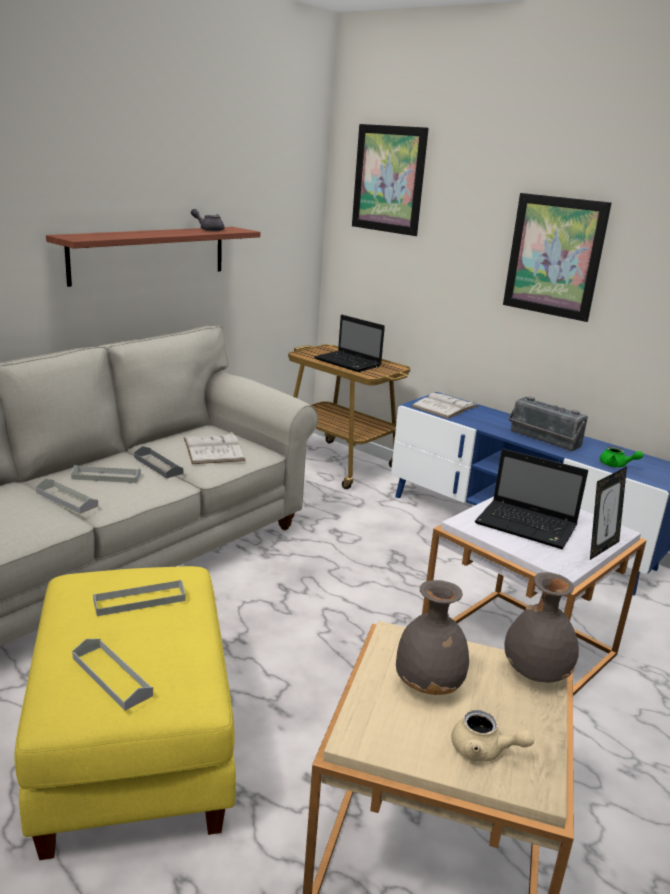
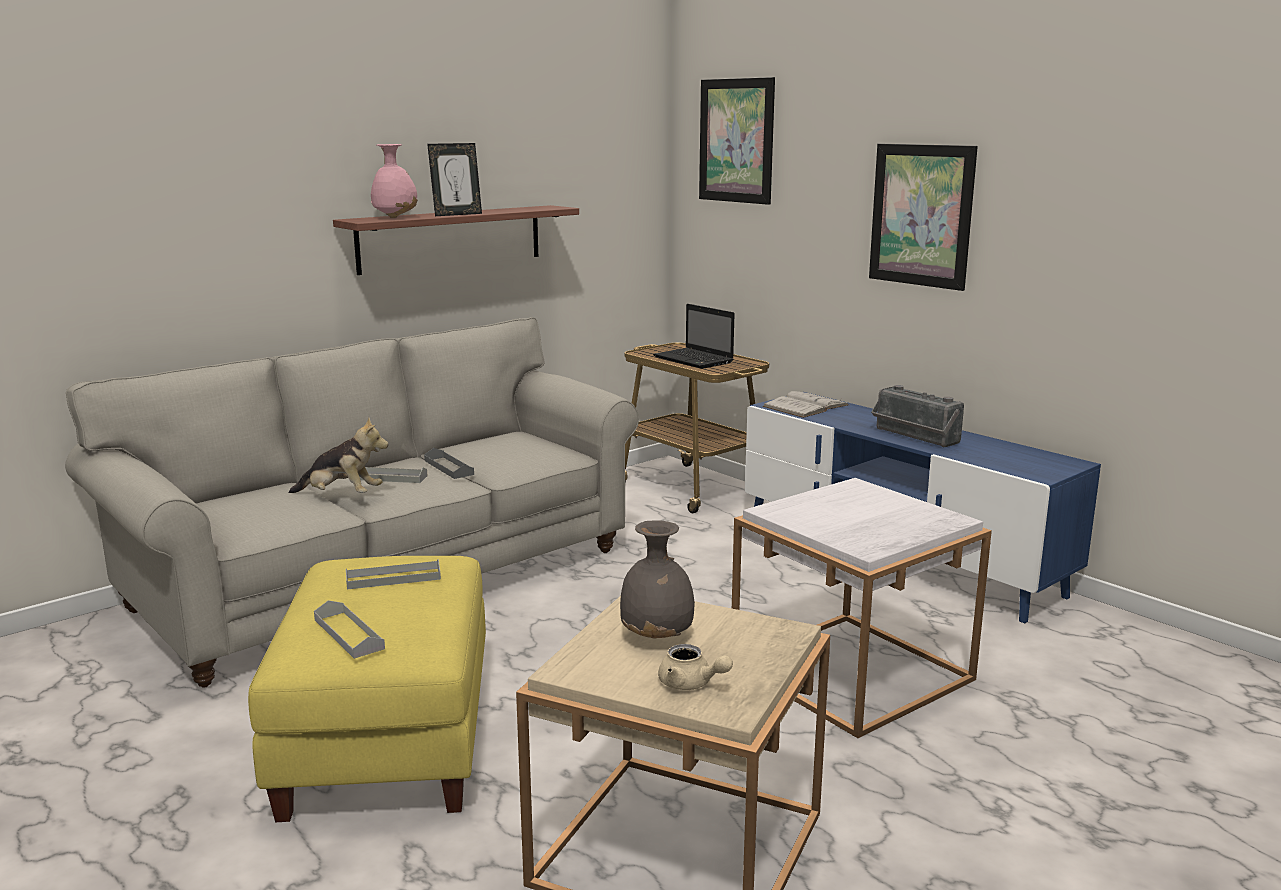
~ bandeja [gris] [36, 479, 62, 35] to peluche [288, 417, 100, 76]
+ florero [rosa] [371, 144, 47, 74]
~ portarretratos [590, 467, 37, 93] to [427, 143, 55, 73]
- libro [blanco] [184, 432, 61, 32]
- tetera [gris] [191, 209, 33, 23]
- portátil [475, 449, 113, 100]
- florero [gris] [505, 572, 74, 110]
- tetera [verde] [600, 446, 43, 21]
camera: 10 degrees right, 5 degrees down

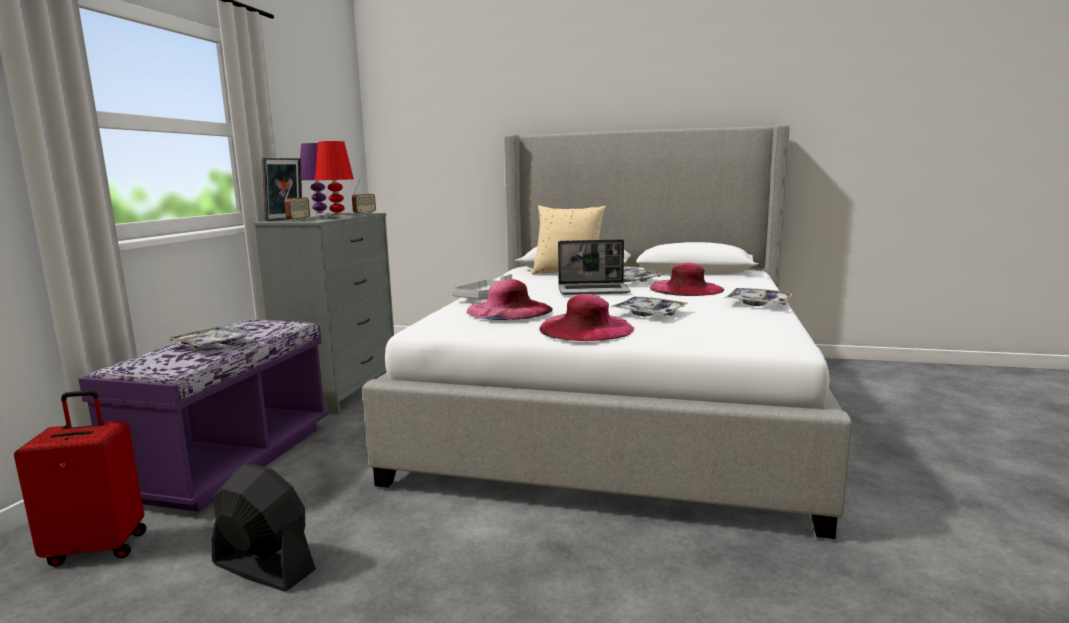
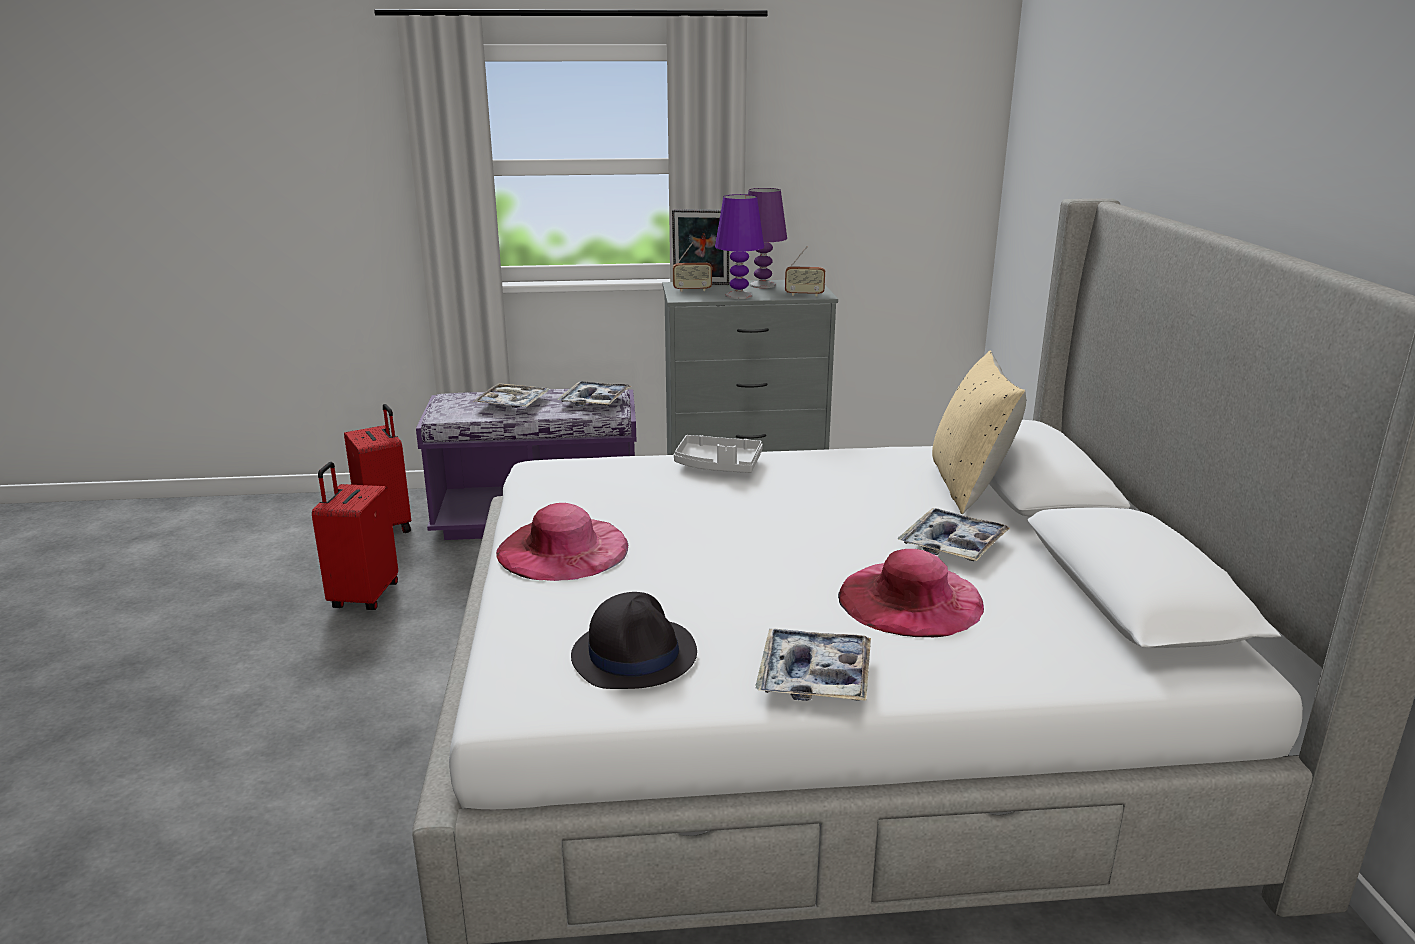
~ ventilador [negro] [212, 464, 104, 128] to maleta [rojo] [312, 462, 86, 148]
~ bandeja [611, 297, 77, 20] to [557, 381, 74, 25]
+ sombrero [negro] [571, 592, 126, 97]
~ lámpara de mesa [rojo] [315, 141, 39, 77] to lámpara de mesa [morado] [715, 194, 49, 105]
- sombrero [rosa] [466, 279, 87, 41]
- portátil [558, 239, 73, 56]
camera: 70 degrees right, 10 degrees up

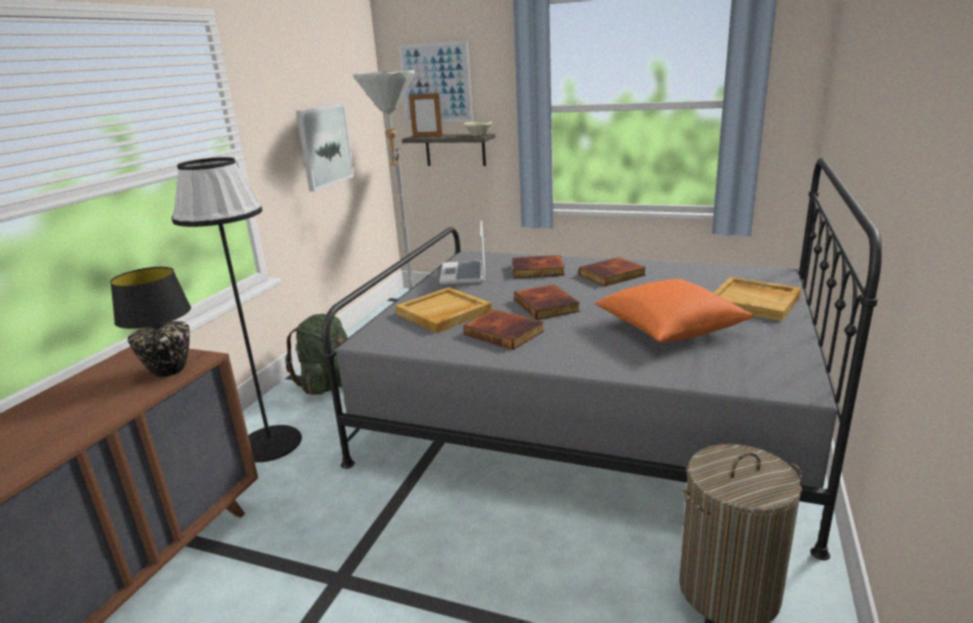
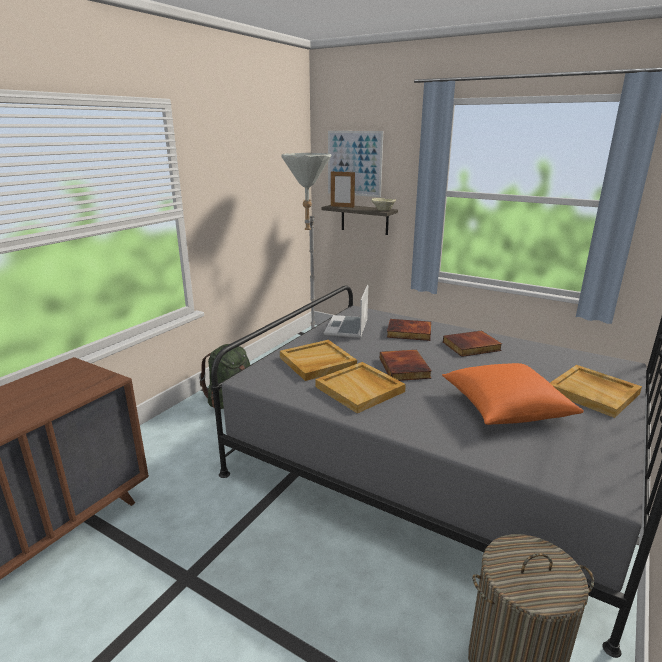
~ libro [463, 309, 81, 41] to bandeja [beis] [315, 362, 91, 51]
- lámpara de mesa [negro] [110, 267, 81, 110]
- lámpara de pie [negro] [172, 157, 130, 305]
- cuadro [296, 103, 59, 88]
camera: 10 degrees right, 0 degrees up

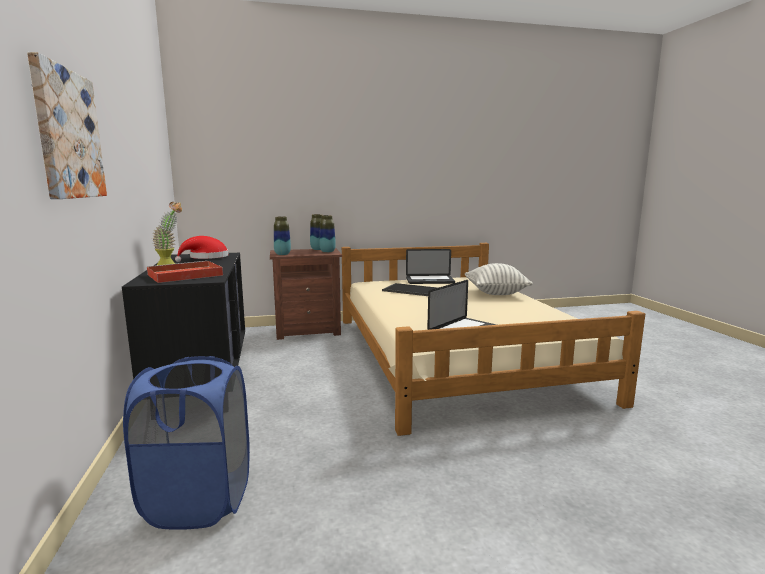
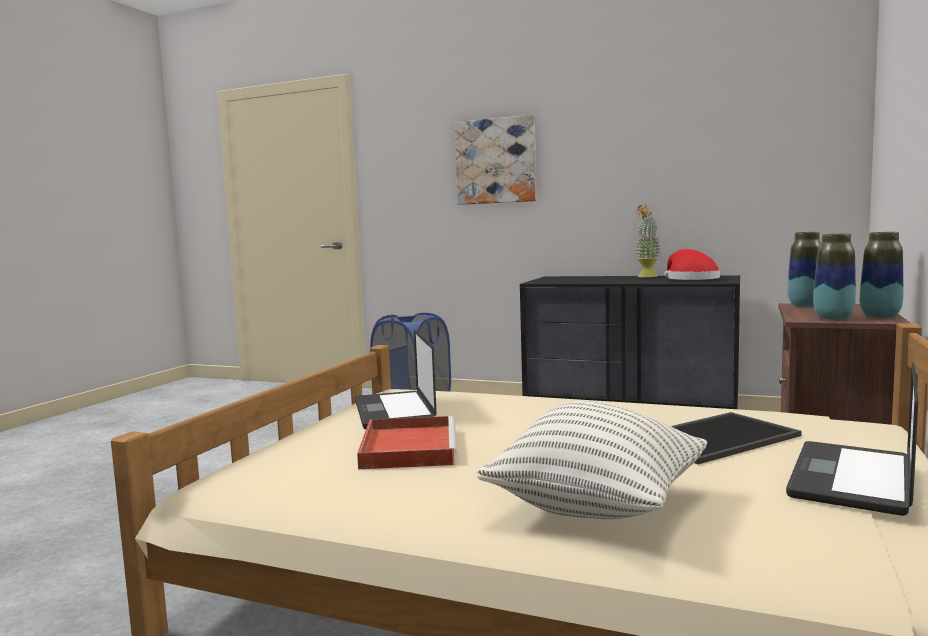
~ bandeja [rojo] [147, 261, 76, 22] to [357, 416, 100, 53]
camera: 125 degrees right, 5 degrees down

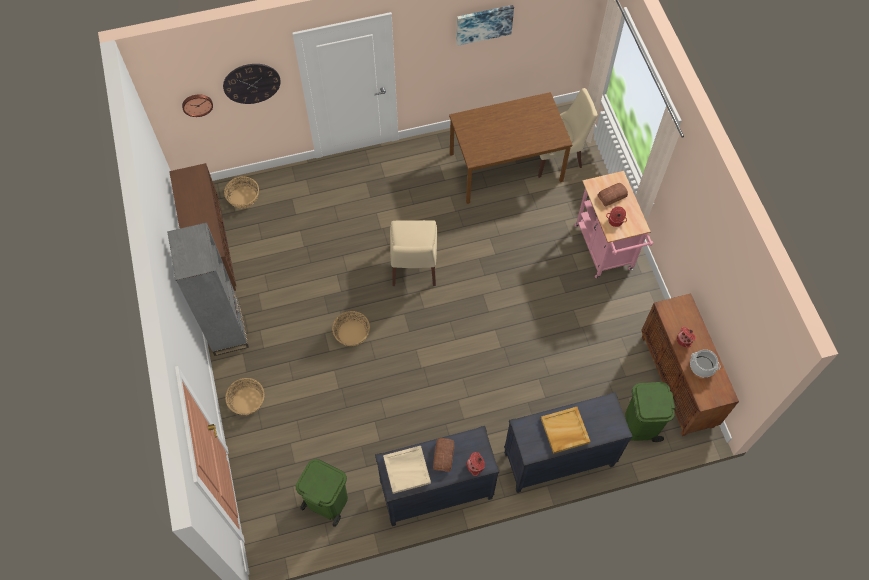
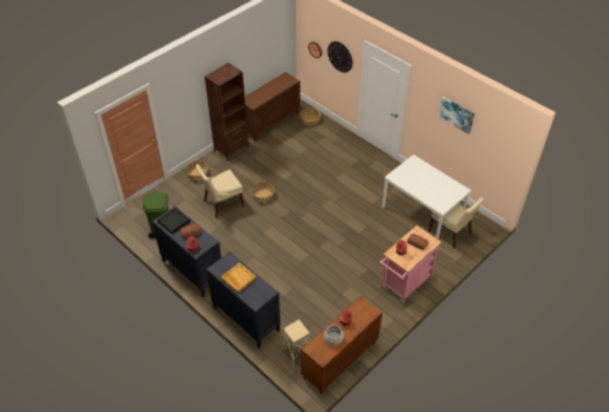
~ bandeja [beis] [383, 446, 48, 48] to bandeja [negro] [157, 207, 33, 27]
~ silla [beis] [390, 220, 47, 66] to [196, 164, 48, 54]
~ estantería [gris] [167, 222, 82, 134] to estantería [marrón] [205, 63, 44, 98]
~ papelera [verde] [625, 382, 50, 60] to taburete [beis] [281, 320, 29, 47]
~ mesa de comedor [marrón] [449, 92, 123, 112] to mesa de comedor [blanco] [382, 154, 89, 85]
camera: 60 degrees right, 15 degrees down

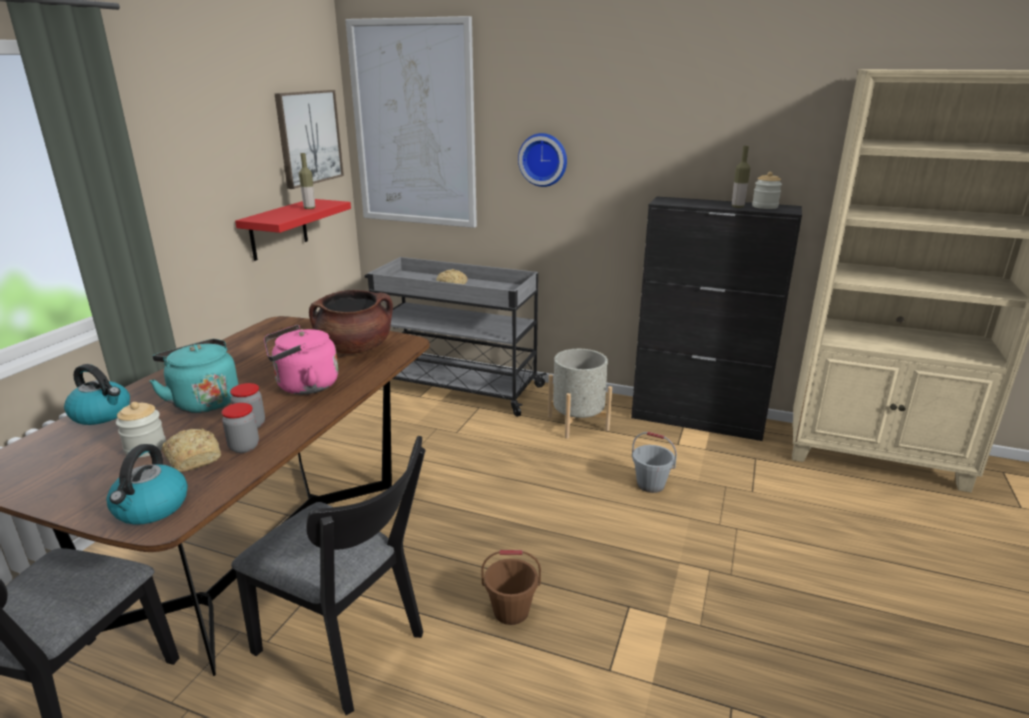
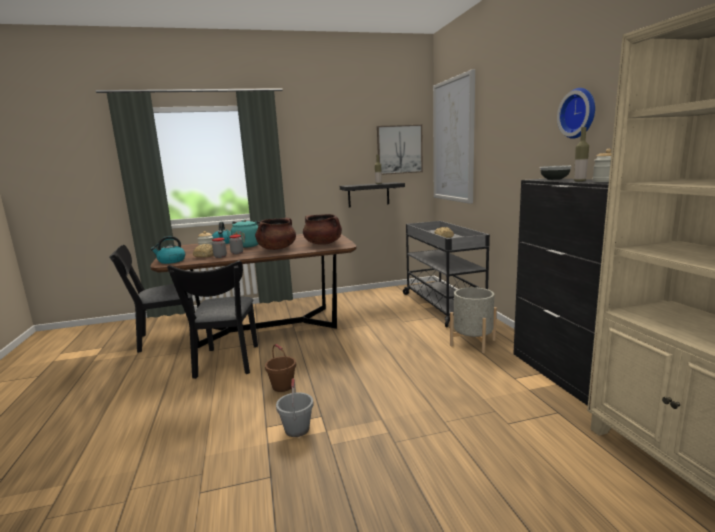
~ hervidor [rosa] [264, 325, 74, 69] to olla [marrón] [255, 217, 41, 33]
~ cubo [gris] [632, 432, 45, 61] to [276, 378, 38, 59]
~ estante [rojo] [235, 199, 116, 62] to estante [negro] [340, 182, 65, 25]
+ cuenco [540, 166, 32, 14]
~ reloj de pared [518, 133, 49, 54] to [557, 88, 38, 51]
camera: 55 degrees right, 10 degrees down

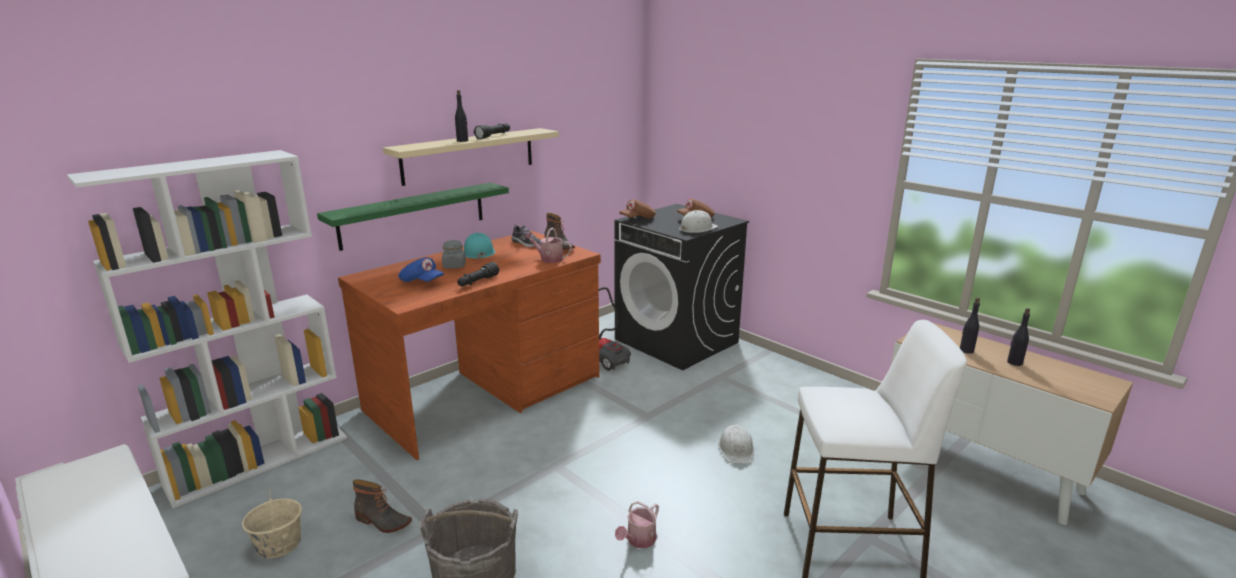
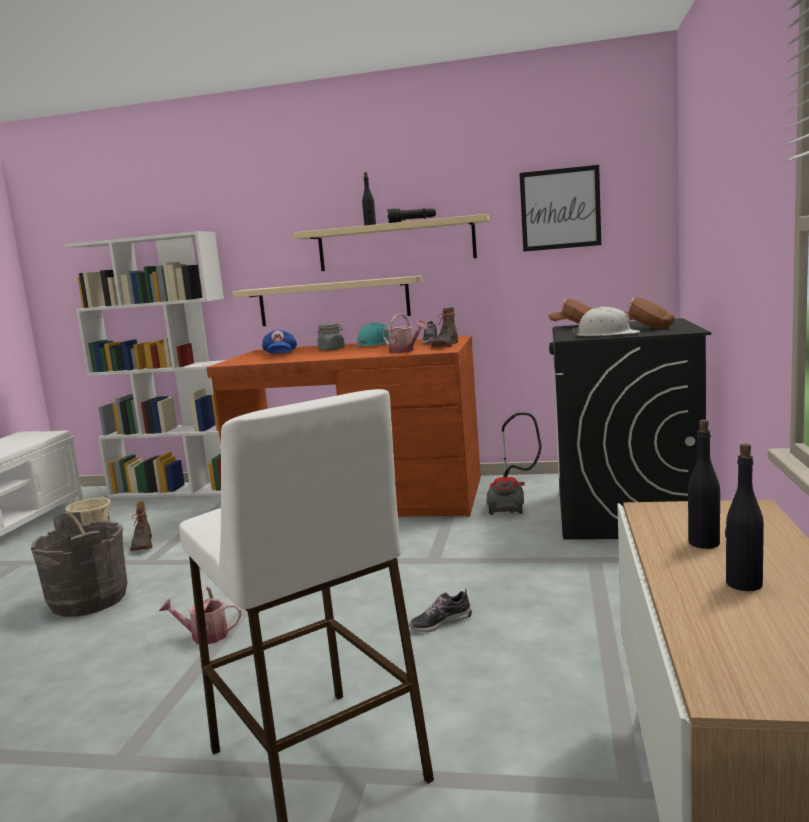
~ estante [verde] [317, 182, 192, 69] to estante [beis] [233, 275, 190, 51]
~ regadera [524, 228, 48, 35] = [382, 314, 45, 39] 150 degrees clockwise
~ casco [blanco] [718, 425, 36, 39] to zapato [409, 588, 63, 44]
+ cuadro [519, 165, 82, 87]
- linterna [negro] [457, 262, 42, 24]
camera: 55 degrees right, 10 degrees down

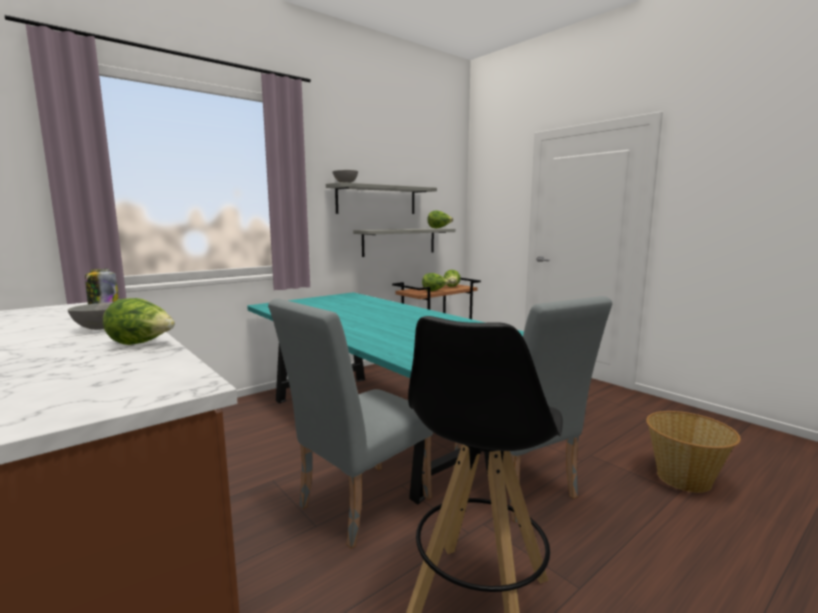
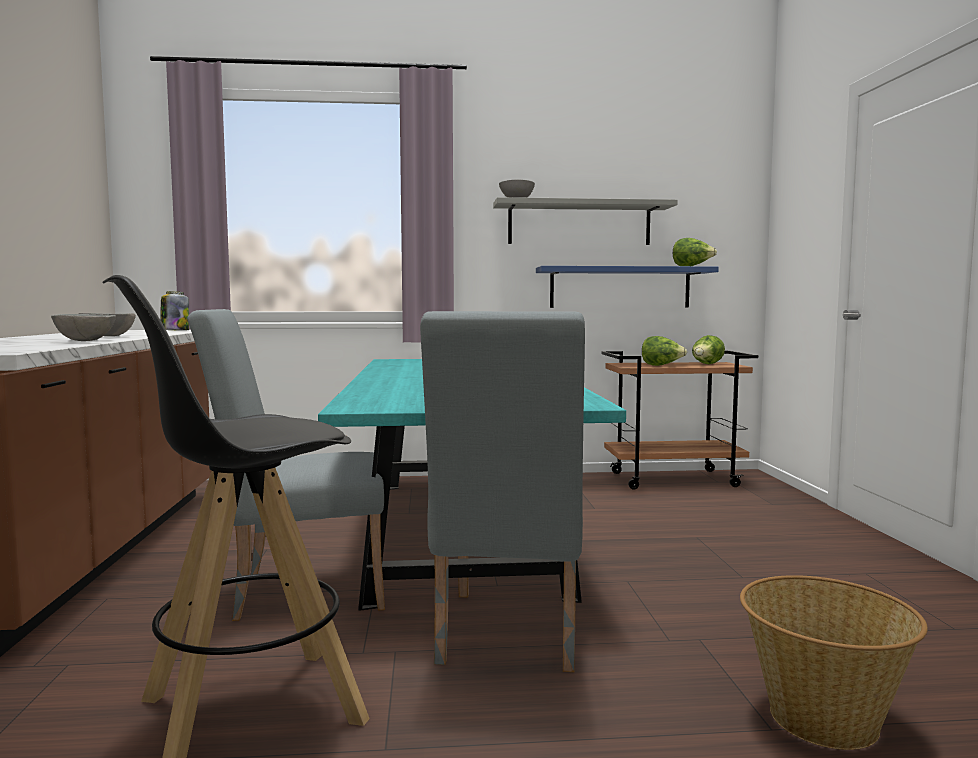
~ lechuga [103, 298, 72, 47] to cuenco [gris] [51, 314, 65, 27]
~ estante [gris] [353, 228, 103, 29] to estante [azul] [536, 266, 183, 42]
camera: 35 degrees right, 5 degrees down

